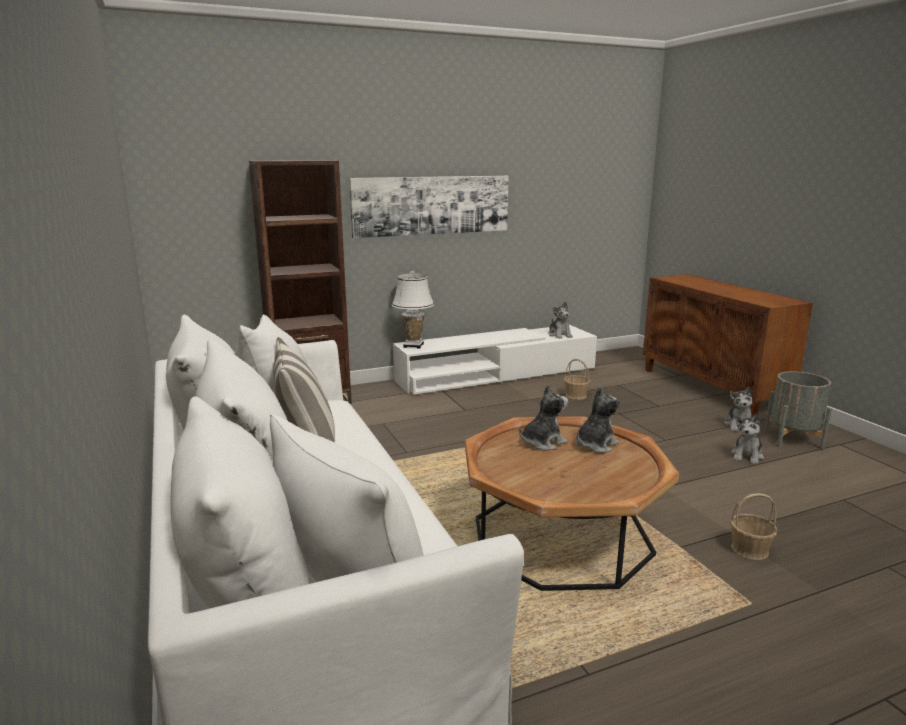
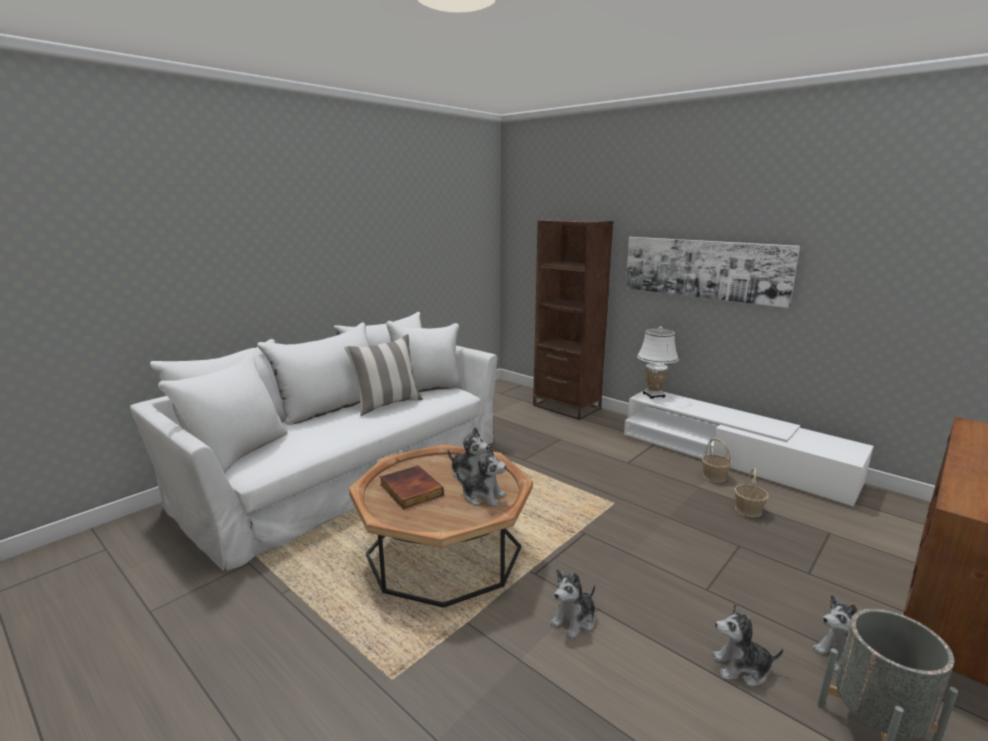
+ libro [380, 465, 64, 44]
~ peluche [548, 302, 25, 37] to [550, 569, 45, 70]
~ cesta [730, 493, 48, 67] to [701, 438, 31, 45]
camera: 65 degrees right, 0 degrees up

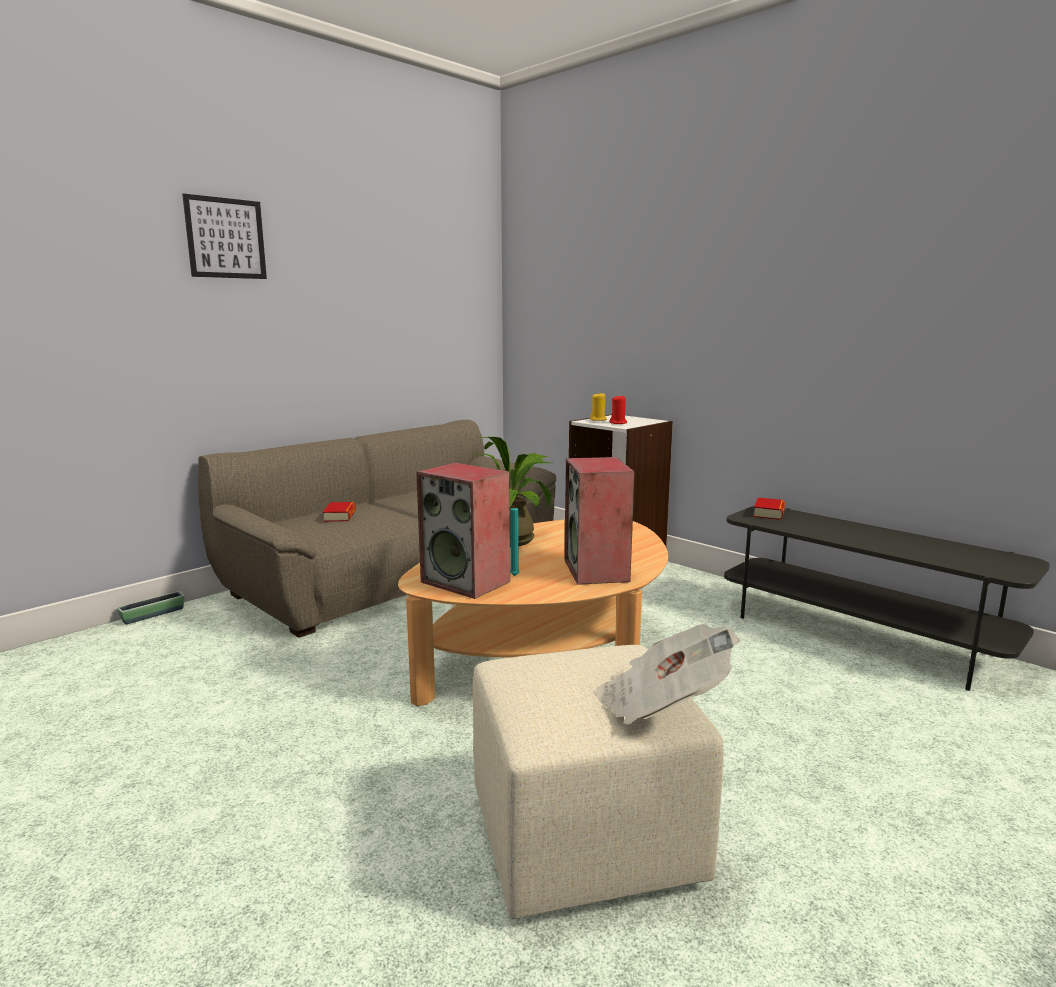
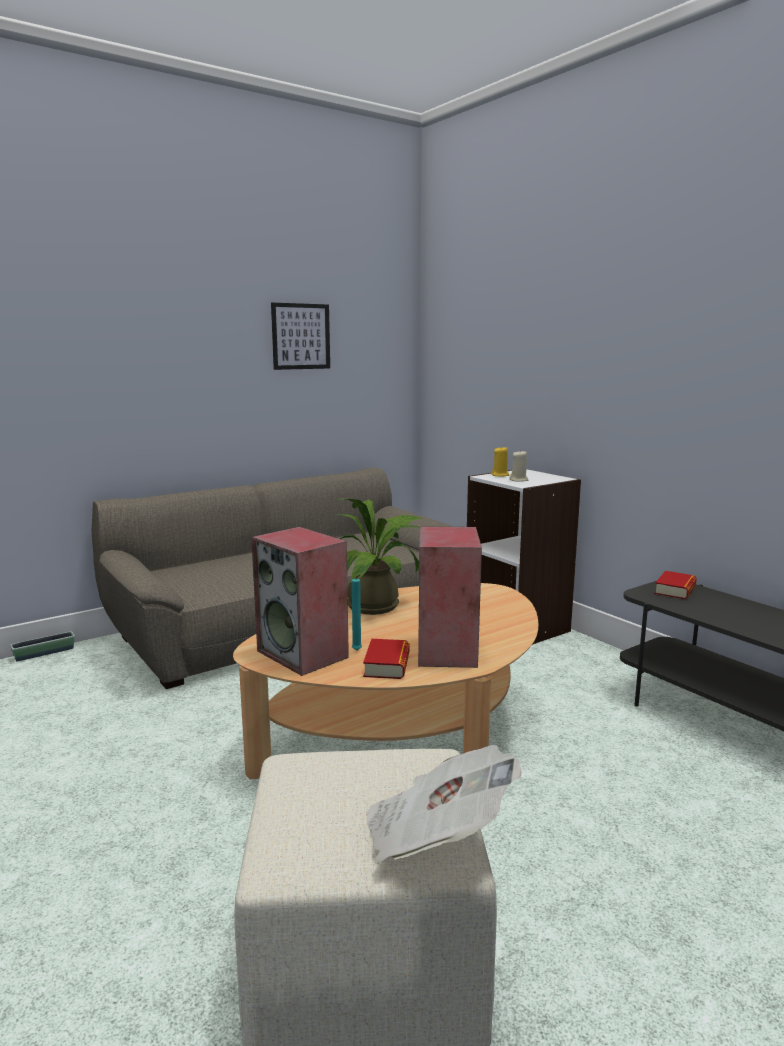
~ cuadro [182, 193, 85, 86] to [271, 303, 59, 67]
~ libro [323, 502, 33, 20] to [363, 639, 46, 40]
~ vela [rojo] [610, 396, 17, 28] to vela [beis] [510, 451, 19, 31]
camera: 10 degrees right, 0 degrees up

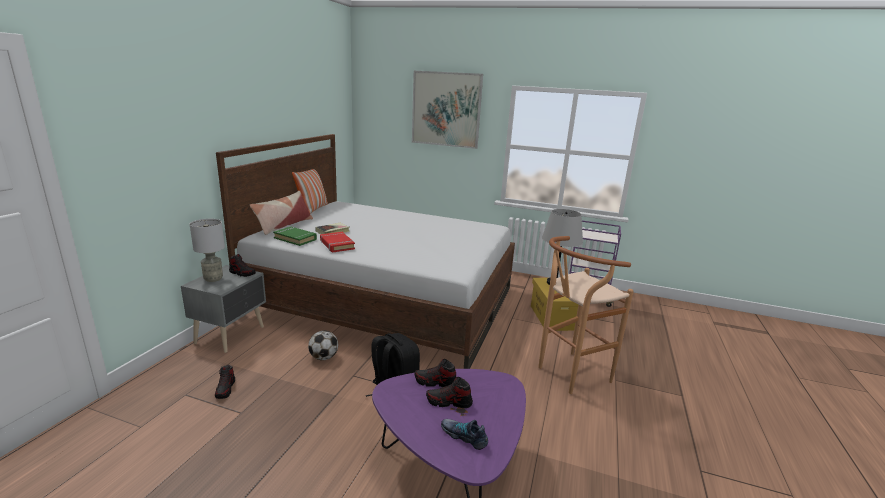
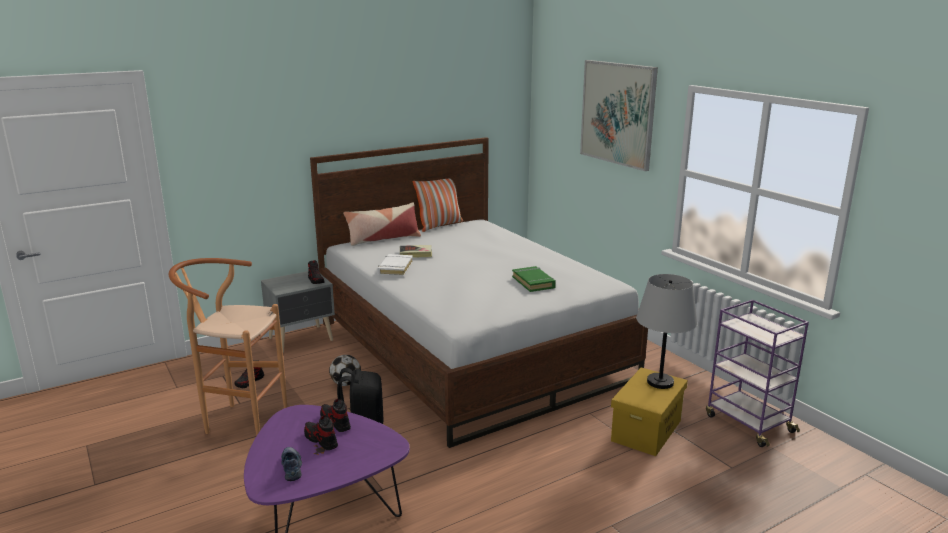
~ taburete [marrón] [538, 236, 96, 158] to [169, 258, 118, 178]
~ libro [rojo] [320, 232, 35, 21] to libro [blanco] [377, 254, 36, 23]
~ libro [verde] [273, 227, 44, 19] to [512, 266, 44, 26]
- lámpara de mesa [gris] [190, 219, 35, 63]
camera: 40 degrees right, 0 degrees up

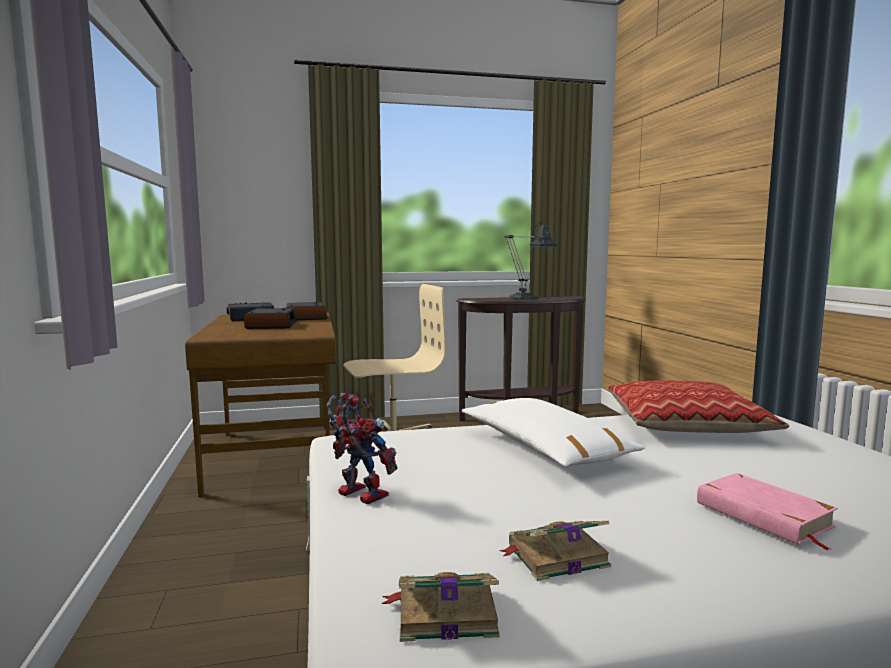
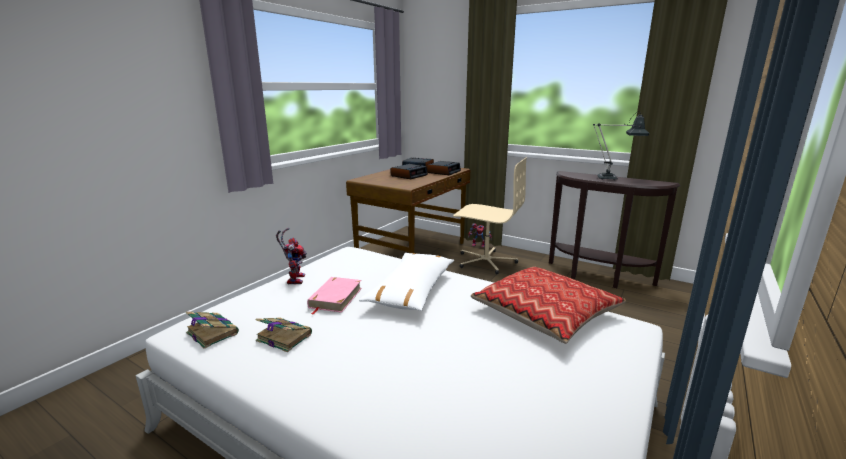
~ libro [rosa] [697, 473, 141, 77] to [307, 277, 55, 37]
camera: 45 degrees right, 10 degrees up

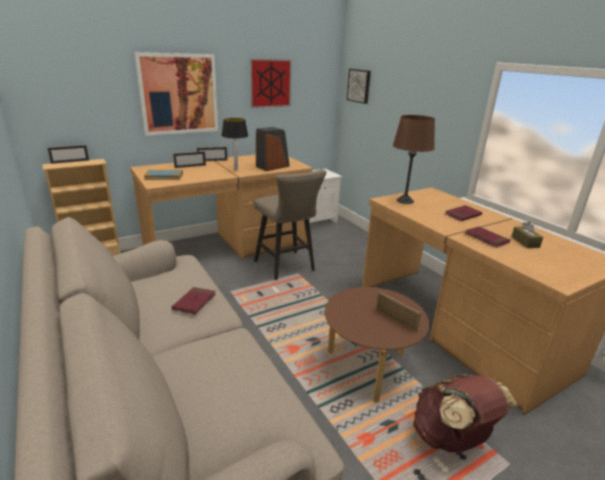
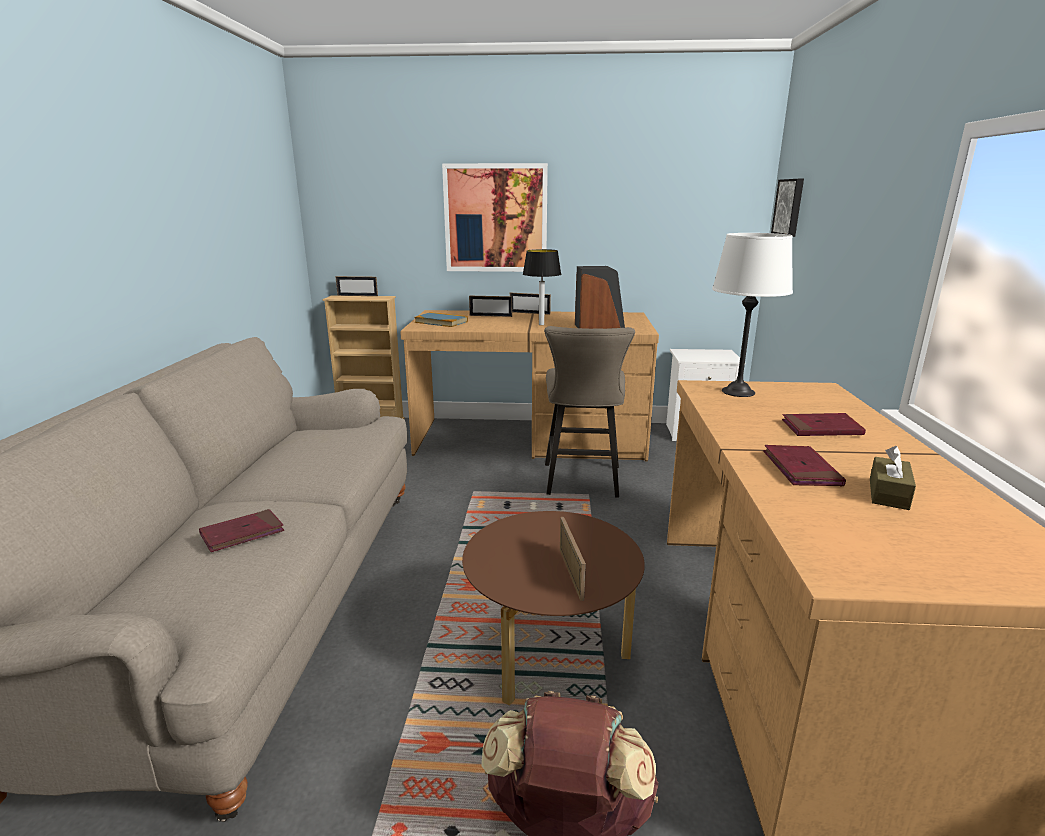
~ libro [rojo] [172, 287, 44, 28] to [199, 509, 85, 43]
~ lámpara de mesa [marrón] [393, 115, 42, 89] to lámpara de mesa [blanco] [712, 233, 81, 164]
- cuadro [250, 59, 42, 49]
camera: 35 degrees right, 5 degrees down

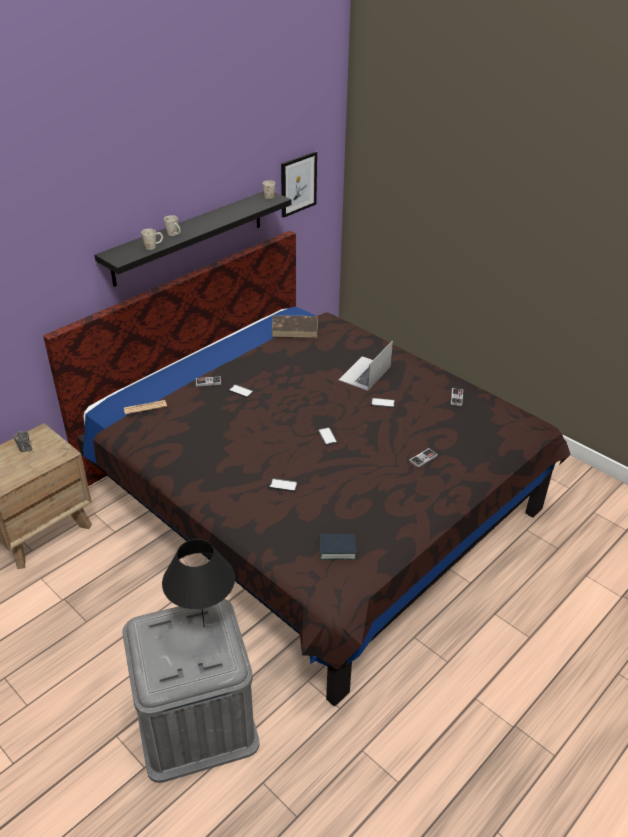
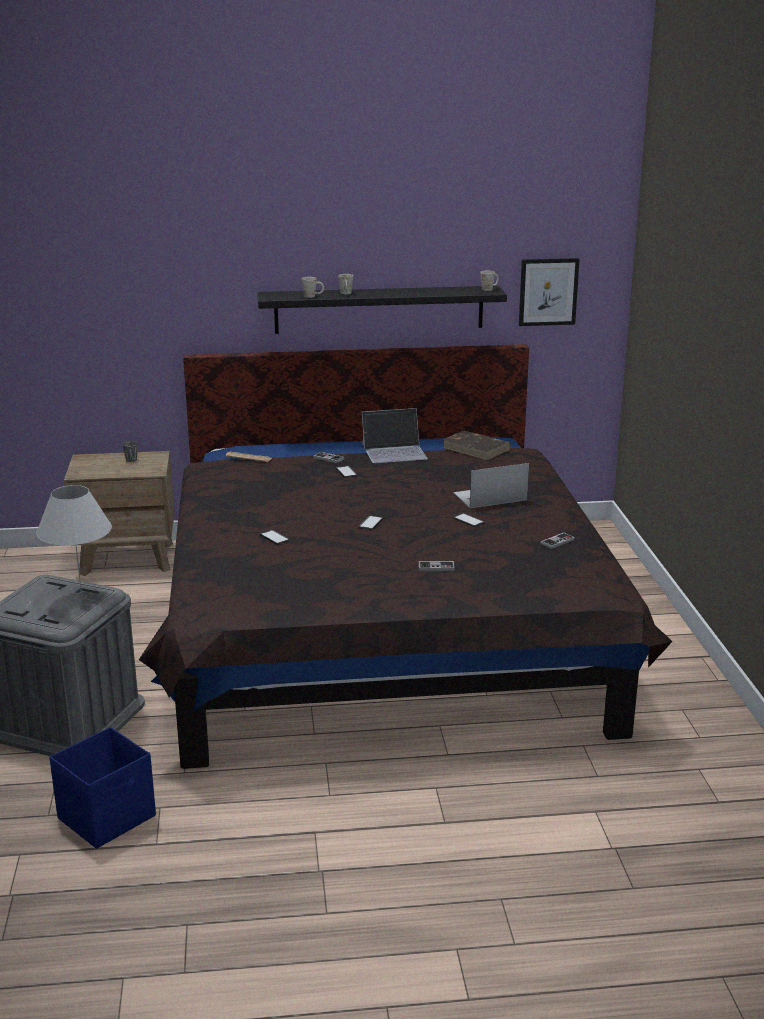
~ lámpara de mesa [negro] [162, 539, 73, 88] to lámpara de mesa [blanco] [36, 485, 76, 113]
+ caja de almacenaje [azul] [49, 727, 107, 122]
+ portátil [362, 408, 66, 55]
- libro [319, 534, 38, 26]
camera: 40 degrees right, 15 degrees down

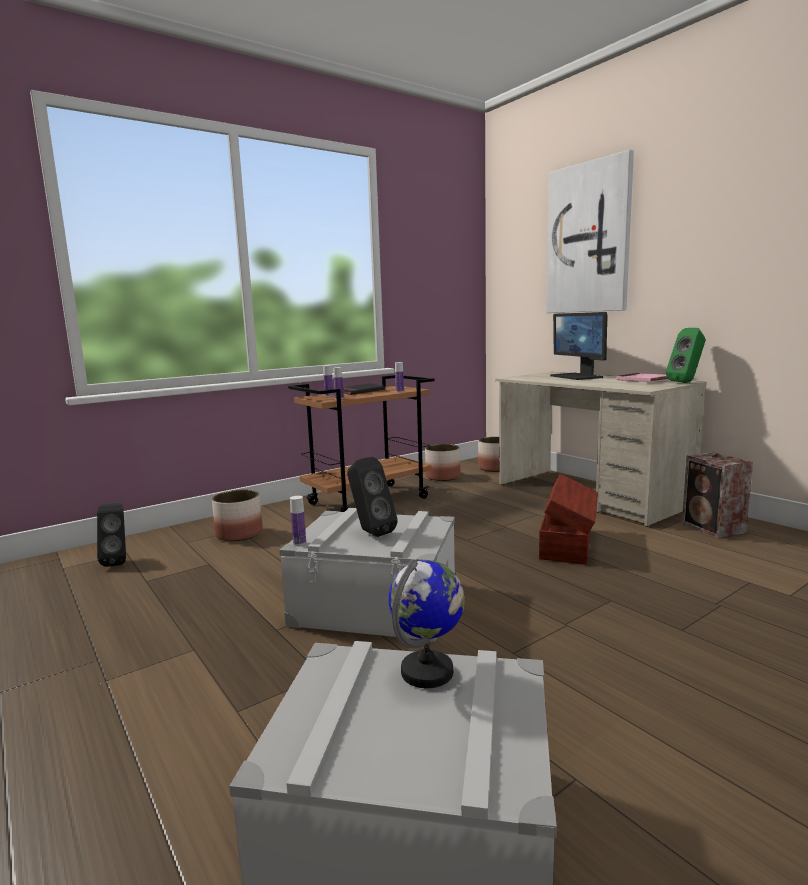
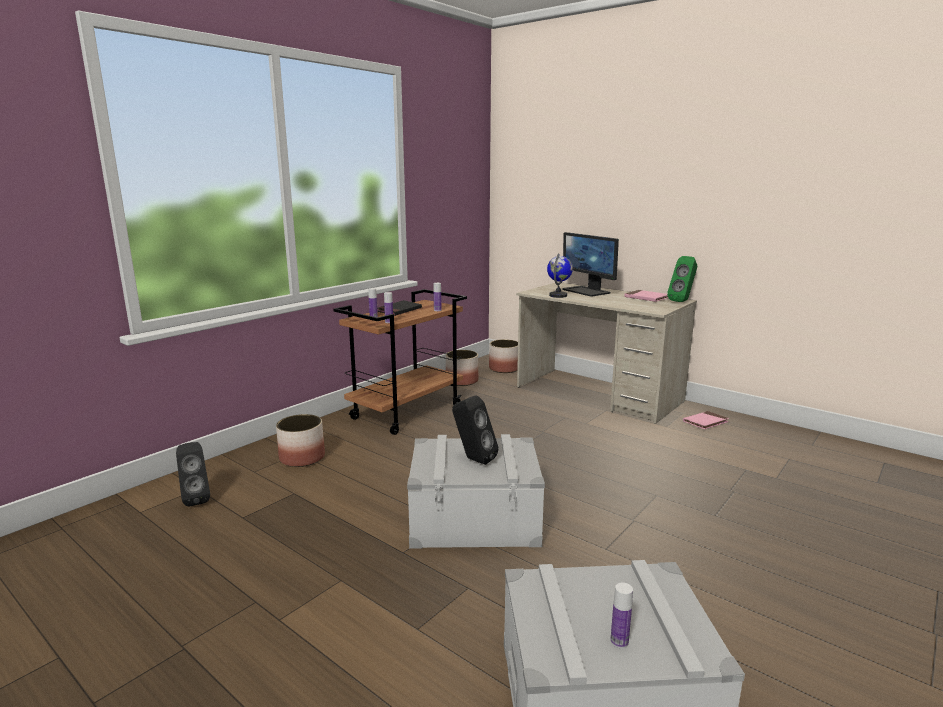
~ globo terráqueo [389, 559, 76, 129] to [547, 254, 26, 44]
~ botella [290, 496, 16, 49] to [610, 583, 23, 66]
~ altavoz [682, 452, 71, 87] to libro [rosa] [683, 411, 46, 18]
- caja de almacenaje [marrón] [539, 474, 59, 90]
- cuadro [546, 150, 88, 163]
camera: 15 degrees left, 5 degrees up

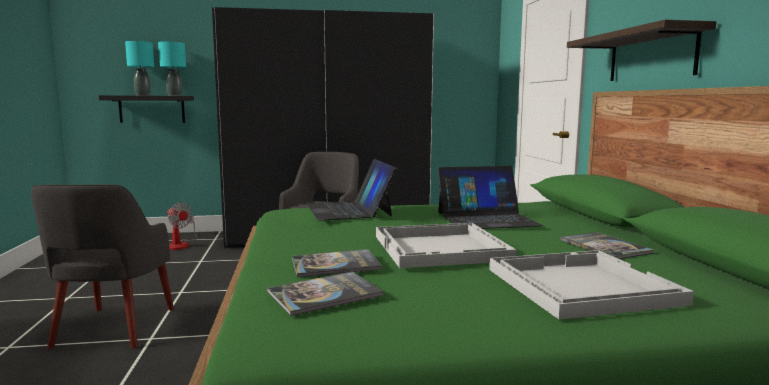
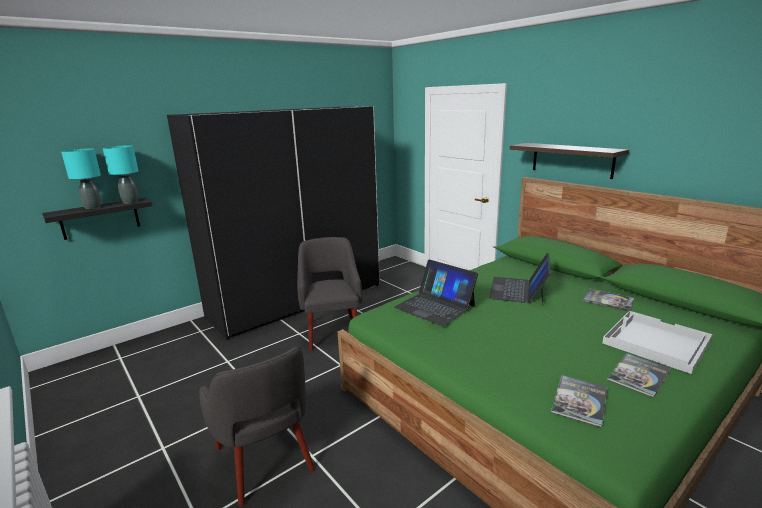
~ portátil [438, 166, 105, 63] = [489, 253, 62, 51] 150 degrees clockwise
~ libro [292, 249, 90, 29] to [607, 353, 63, 45]
- ventilador [167, 202, 30, 48]
- bandeja [blanco] [376, 223, 140, 45]
camera: 30 degrees left, 10 degrees up

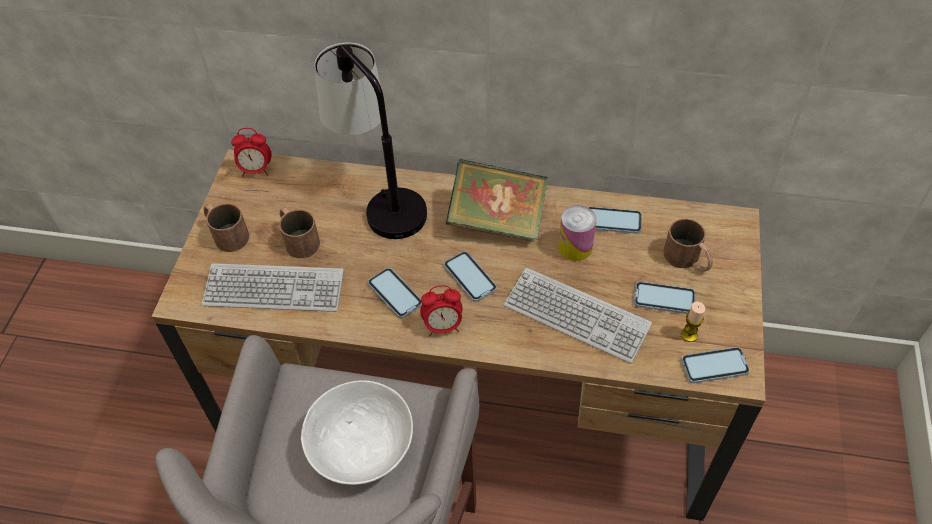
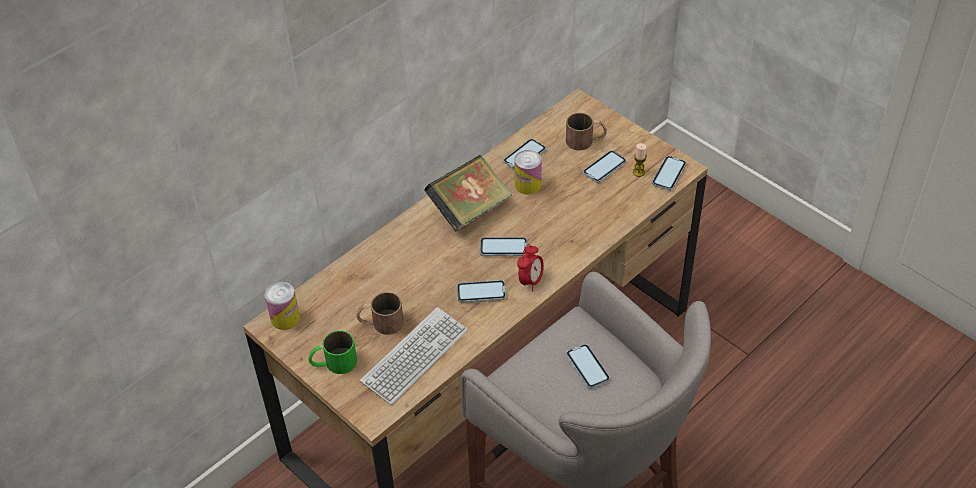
~ despertador [231, 128, 41, 49] to lata [265, 282, 35, 48]
~ taza grande [marrón] [204, 203, 45, 49] to taza grande [verde] [309, 330, 48, 44]
~ cuenco [blanco] [301, 380, 112, 105] to móvil [566, 344, 44, 45]
- lámpara de mesa [314, 42, 113, 197]
- teclado [504, 268, 148, 95]
camera: 55 degrees left, 5 degrees down

